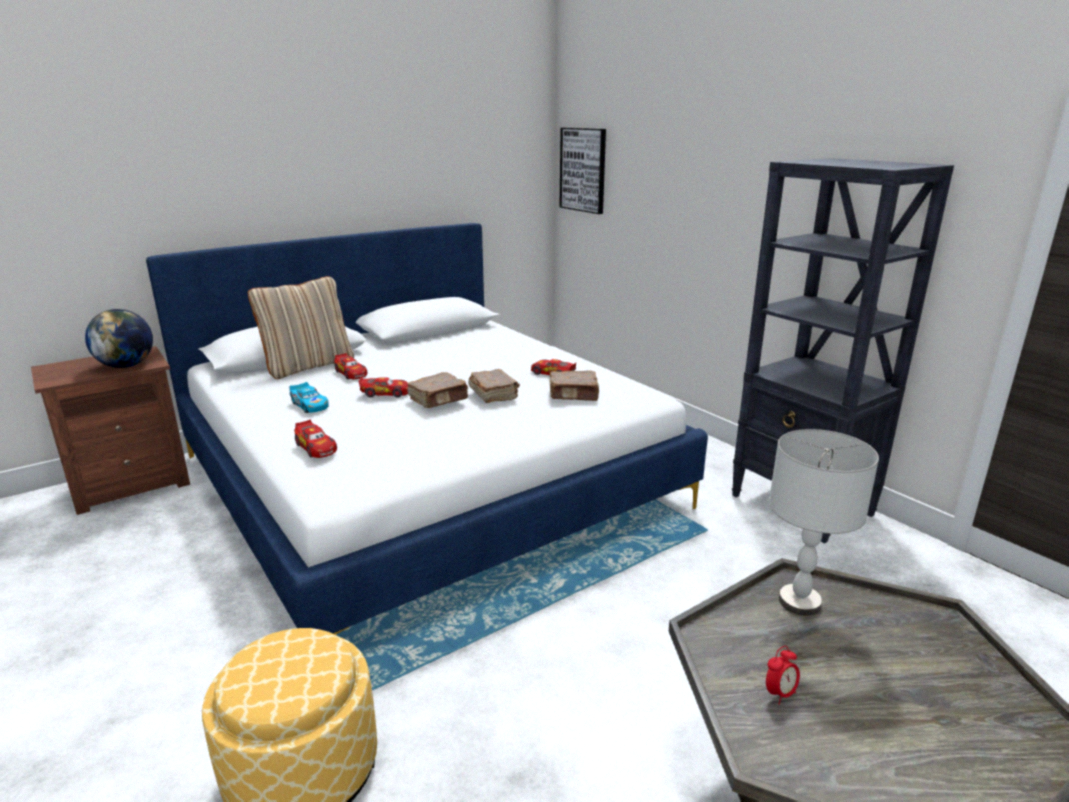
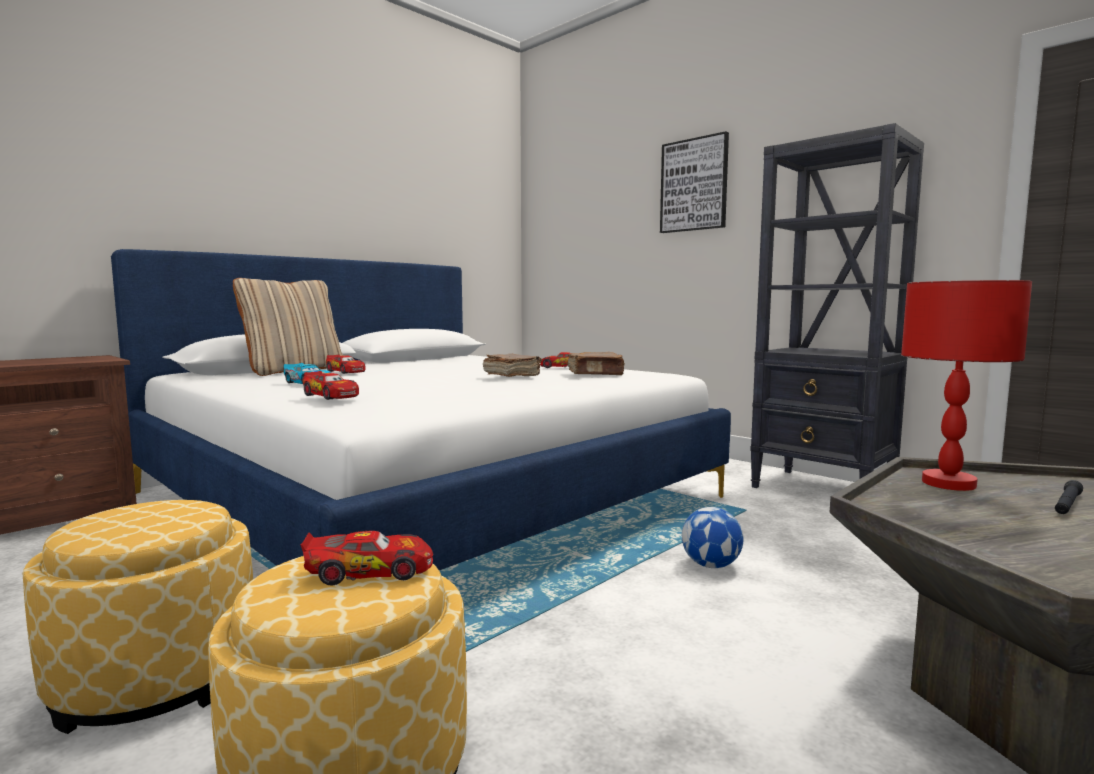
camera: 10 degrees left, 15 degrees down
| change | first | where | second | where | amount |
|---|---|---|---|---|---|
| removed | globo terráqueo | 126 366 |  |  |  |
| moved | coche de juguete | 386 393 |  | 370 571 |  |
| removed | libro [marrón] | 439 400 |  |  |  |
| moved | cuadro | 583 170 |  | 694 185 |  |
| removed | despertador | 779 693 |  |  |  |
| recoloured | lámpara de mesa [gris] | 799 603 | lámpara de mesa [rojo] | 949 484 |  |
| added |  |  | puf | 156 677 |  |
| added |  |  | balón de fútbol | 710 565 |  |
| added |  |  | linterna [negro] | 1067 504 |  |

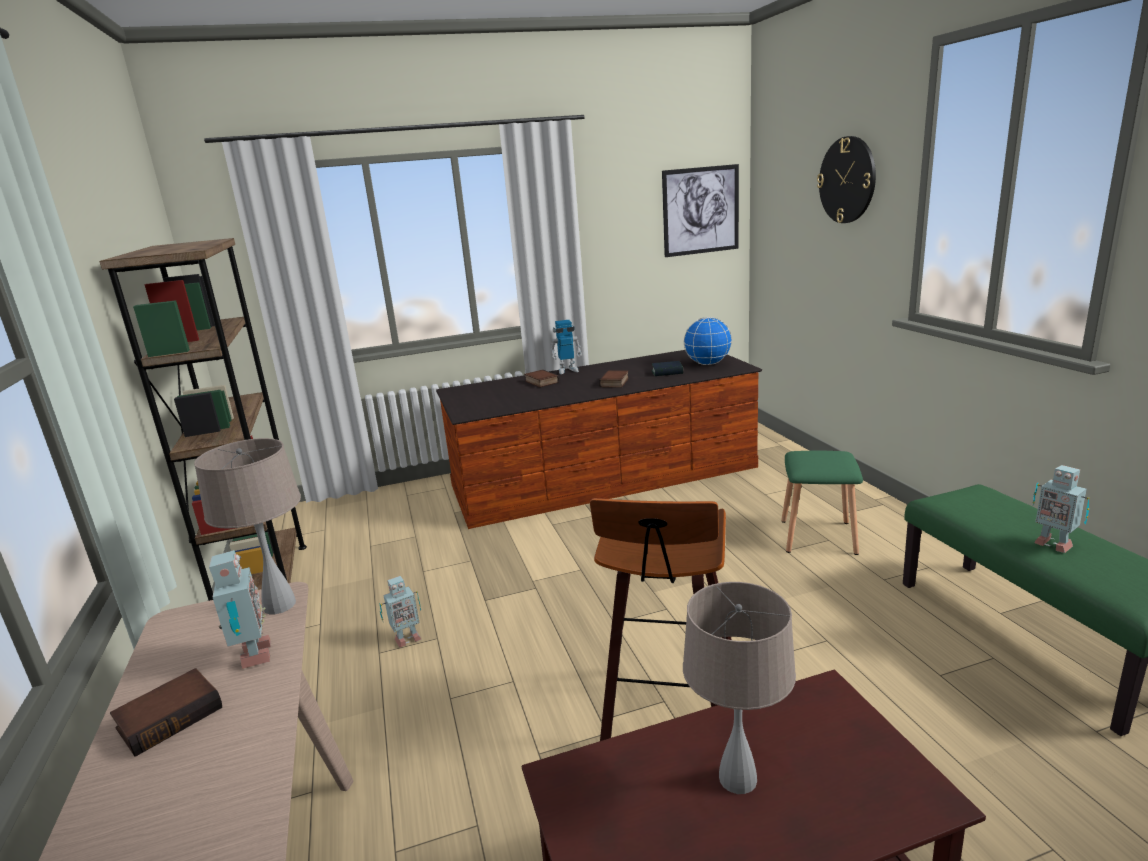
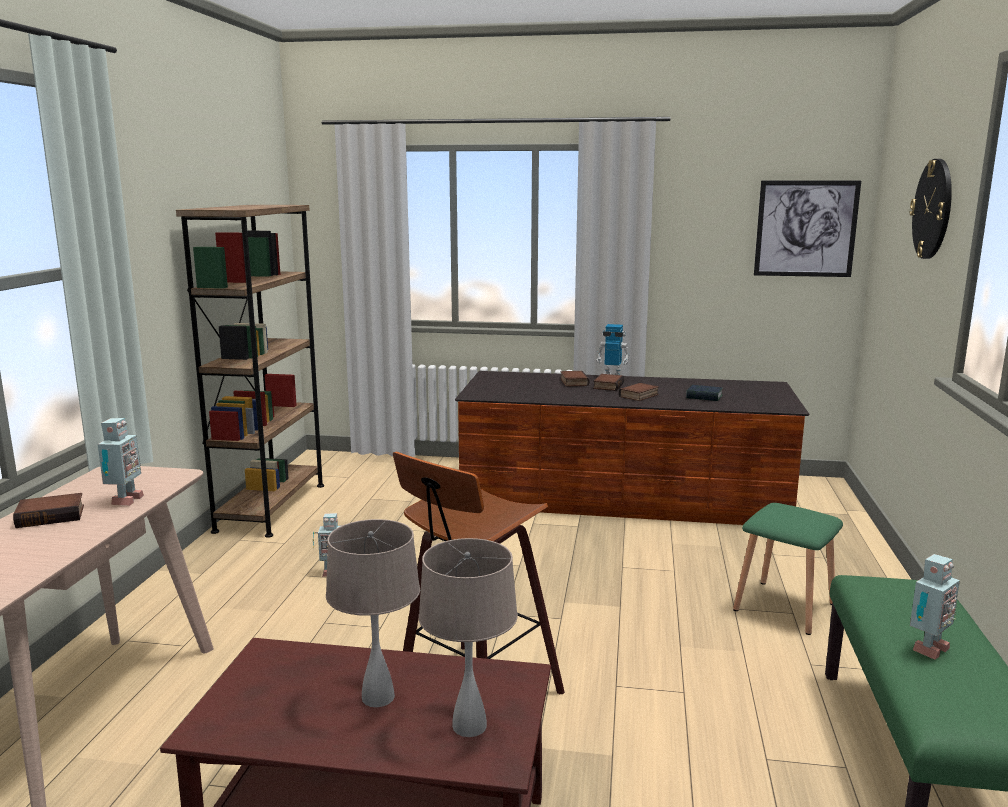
camera: 25 degrees right, 5 degrees down
| change | first | where | second | where | amount |
|---|---|---|---|---|---|
| moved | lámpara de mesa [beis] | 280 605 |  | 470 726 |  |
| removed | globo terráqueo | 707 364 |  |  |  |
| turned | robot de juguete | 1053 543 |  | 926 649 | 120 degrees counterclockwise |
| added |  |  | libro | 607 386 |  |

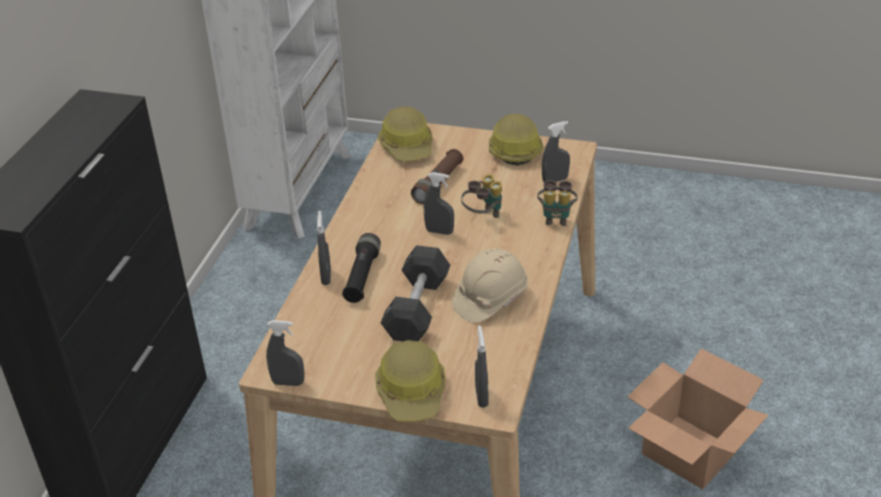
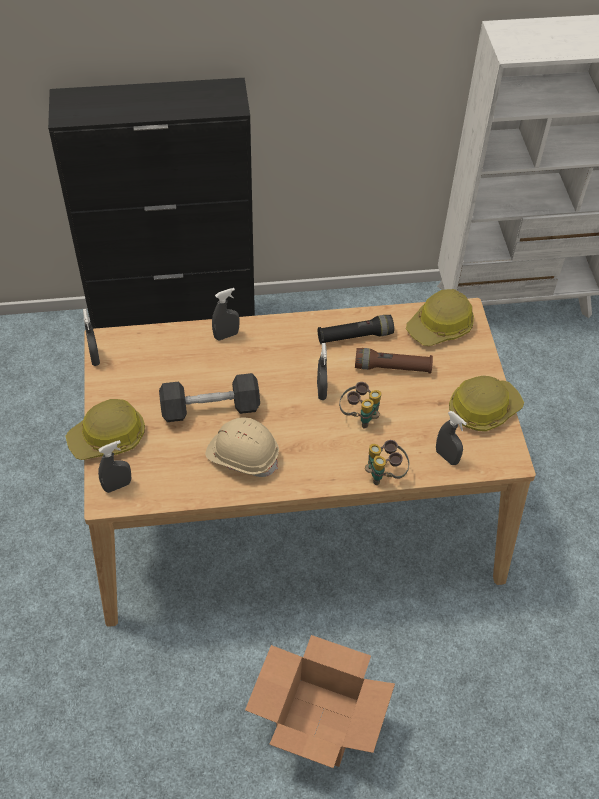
camera: 65 degrees right, 15 degrees up
| change | first | where | second | where | amount |
|---|---|---|---|---|---|
| moved | linterna [negro] | 362 276 |  | 355 336 |  |

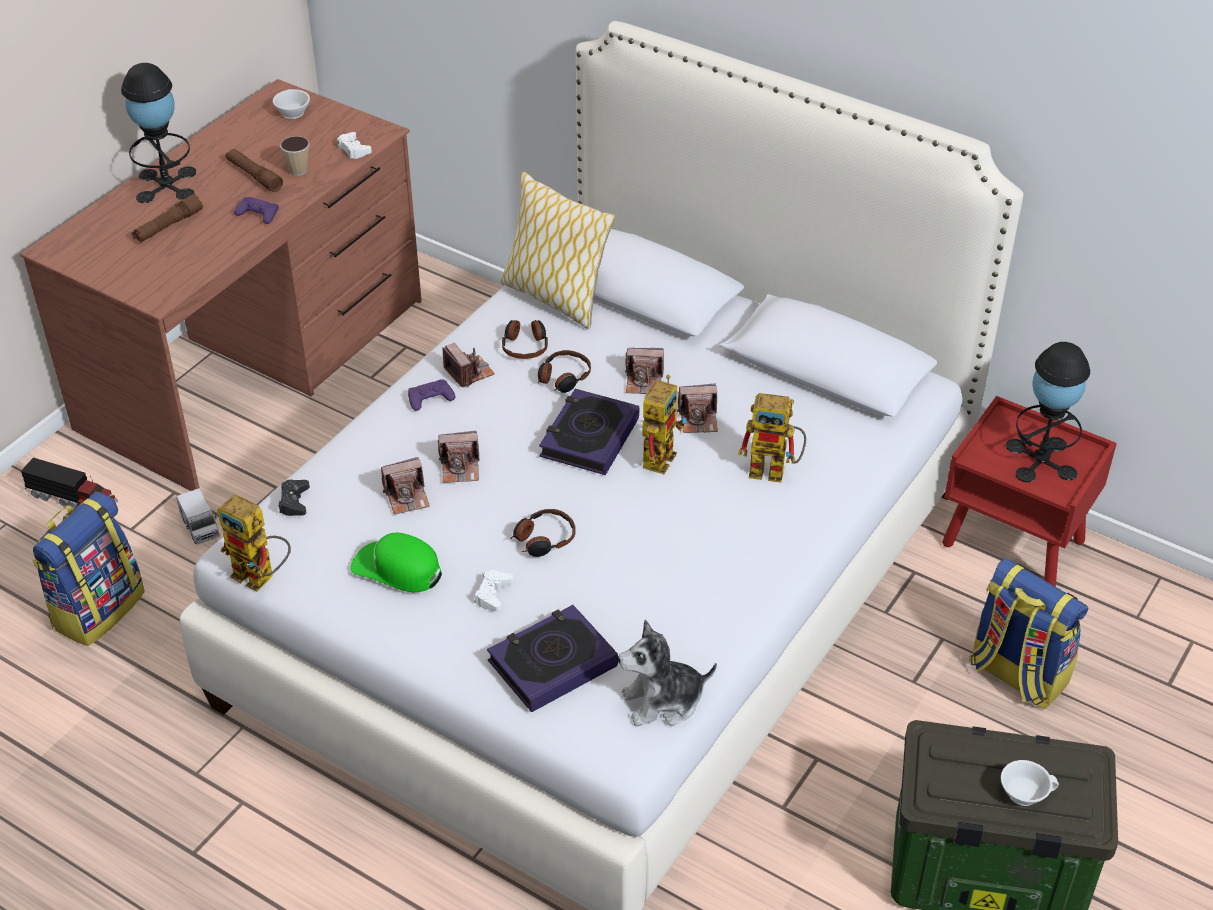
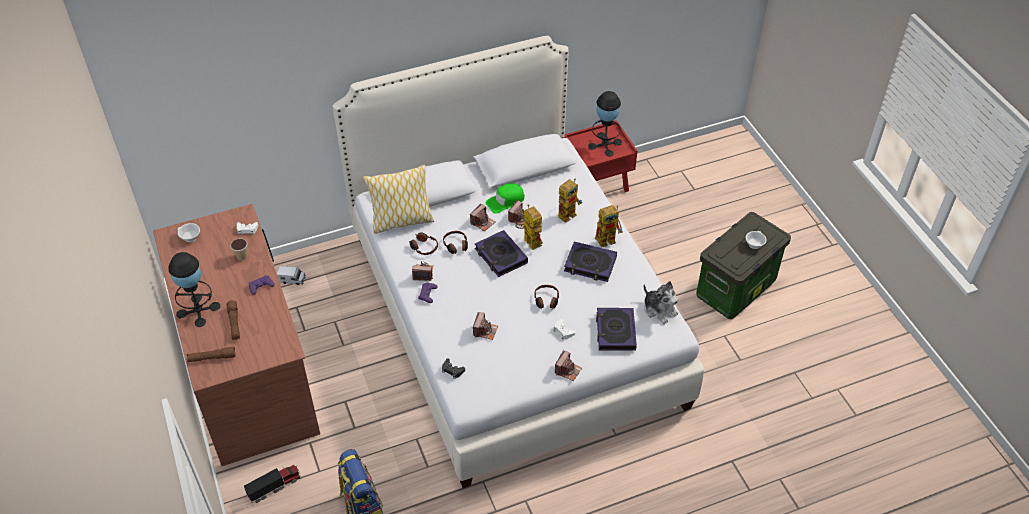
camera: 55 degrees left, 5 degrees up
| change | first | where | second | where | amount |
|---|---|---|---|---|---|
| moved | camión de juguete | 200 526 |  | 292 279 |  |
| moved | robot de juguete | 261 577 |  | 609 239 |  |
| moved | linterna [marrón] | 254 176 |  | 212 358 |  |
| moved | gorra [verde] | 397 569 |  | 505 201 |  |
| moved | cámara | 460 468 |  | 567 370 |  |
| turned | peluche | 663 702 |  | 659 310 | 60 degrees counterclockwise |
| removed | mochila | 1016 674 |  |  |  |
| added |  |  | libro | 590 264 |  |

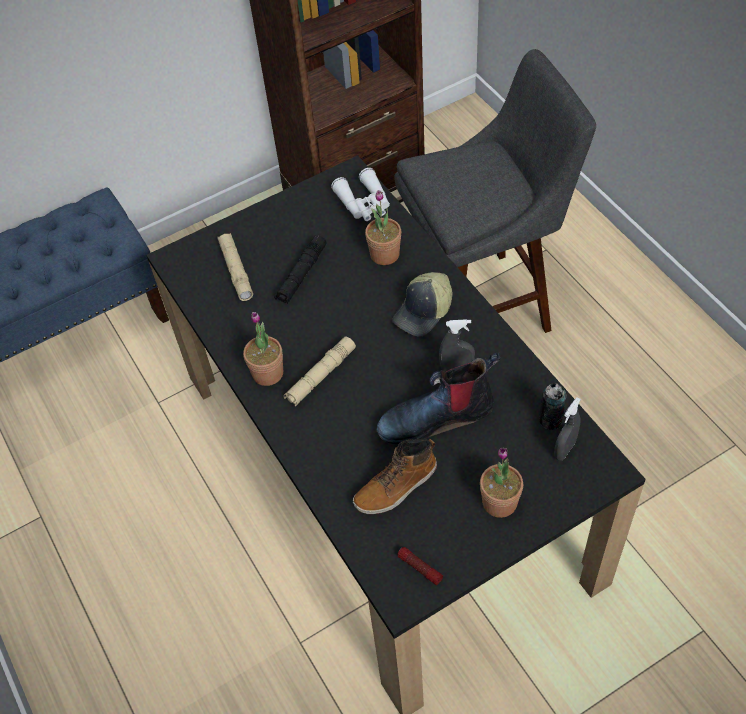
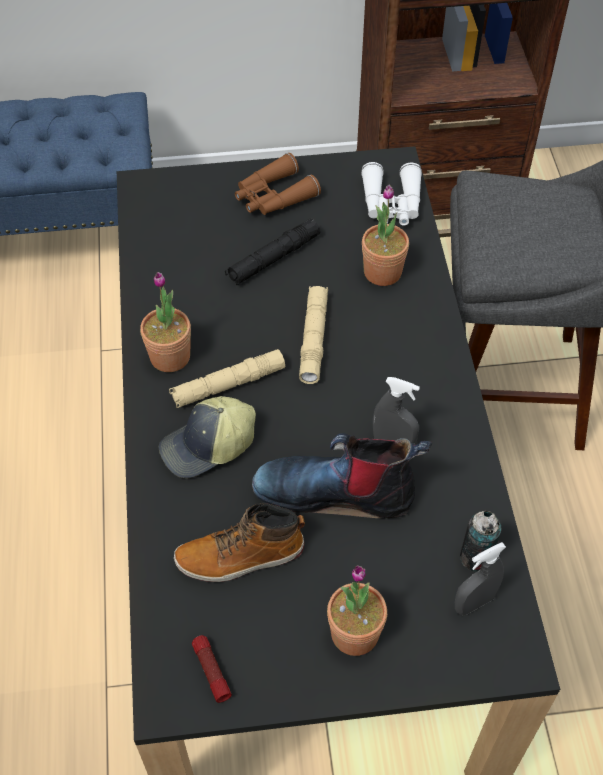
camera: 20 degrees right, 0 degrees up
| change | first | where | second | where | amount |
|---|---|---|---|---|---|
| moved | linterna [beis] | 236 270 |  | 313 339 |  |
| moved | gorra | 424 312 |  | 208 447 |  |
| added |  |  | prismáticos [marrón] | 273 196 |  |

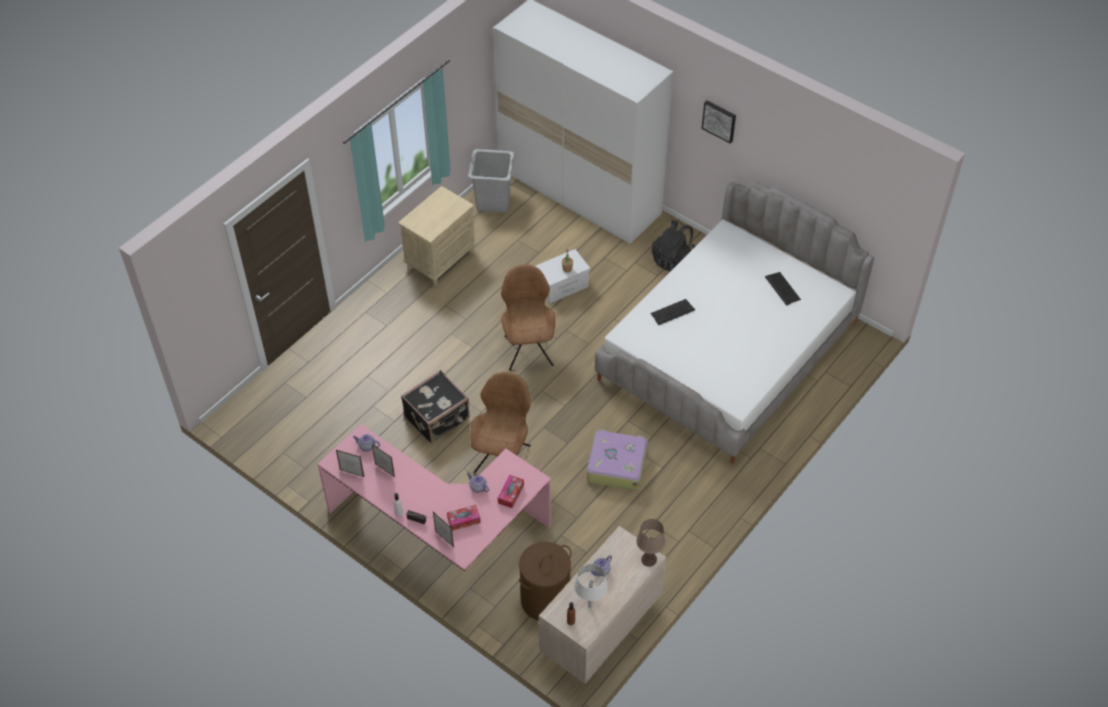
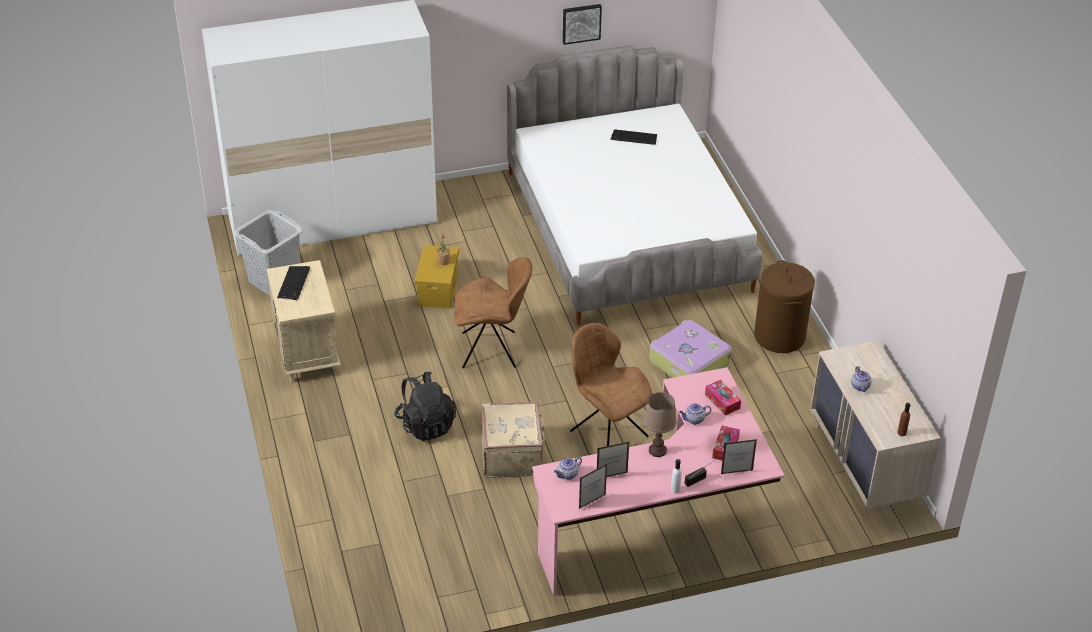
camera: 55 degrees left, 10 degrees down
| change | first | where | second | where | amount |
|---|---|---|---|---|---|
| recoloured | maleta [negro] | 438 418 | maleta [beis] | 513 454 |  |
| turned | silla [marrón] | 528 349 |  | 491 350 | 150 degrees clockwise |
| moved | cesto de la ropa [marrón] | 545 600 |  | 780 336 |  |
| recoloured | caja de almacenaje [blanco] | 562 286 | caja de almacenaje [amarillo] | 438 290 |  |
| removed | lámpara de mesa [blanco] | 590 606 |  |  |  |
| moved | lámpara de mesa [marrón] | 649 559 |  | 657 450 |  |
| moved | mochila [negro] | 673 259 |  | 426 424 |  |
| moved | teclado | 672 312 |  | 294 283 |  |
| moved | cuadro | 719 120 |  | 581 23 |  |

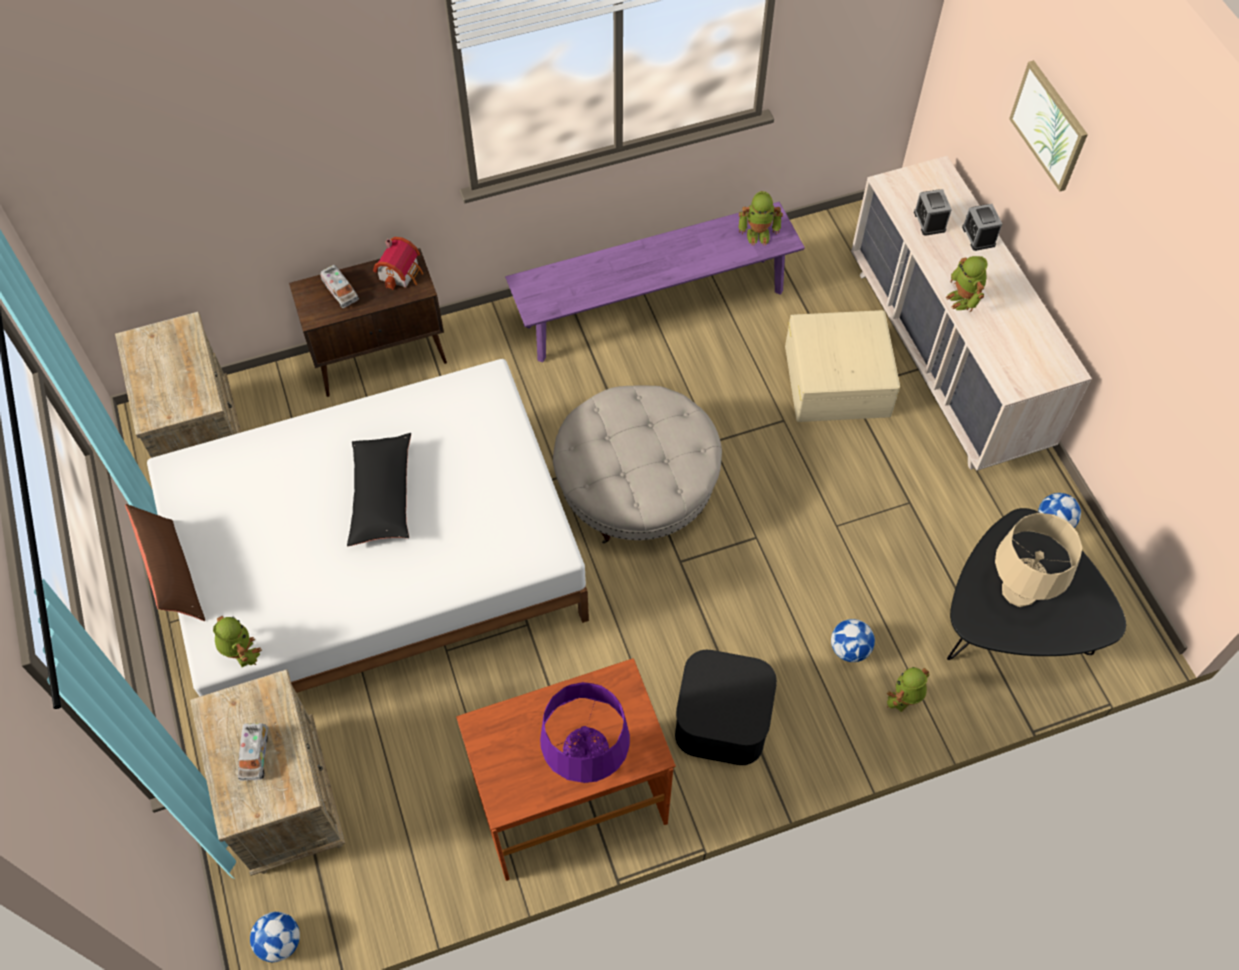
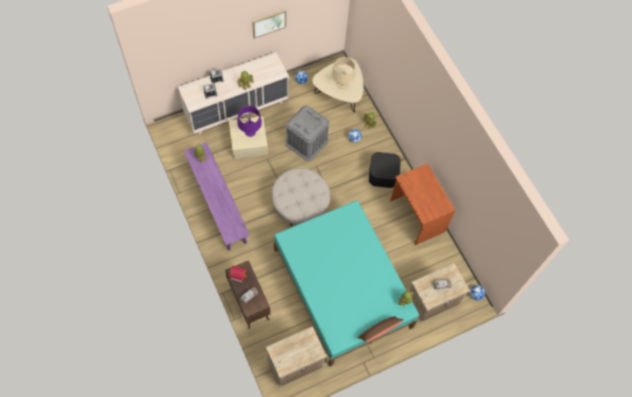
camera: 100 degrees left, 5 degrees up
| change | first | where | second | where | amount |
|---|---|---|---|---|---|
| recoloured | cama [blanco] | 378 566 | cama [turquesa] | 342 288 |  |
| removed | cojín [negro] | 382 496 |  |  |  |
| moved | lámpara de mesa [morado] | 586 762 |  | 250 132 |  |
| recoloured | mesa de centro [negro] | 1013 624 | mesa de centro [beis] | 339 94 |  |
| moved | cuadro | 1049 125 |  | 269 23 |  |
| added |  |  | caja de almacenaje [gris] | 306 141 |  |

